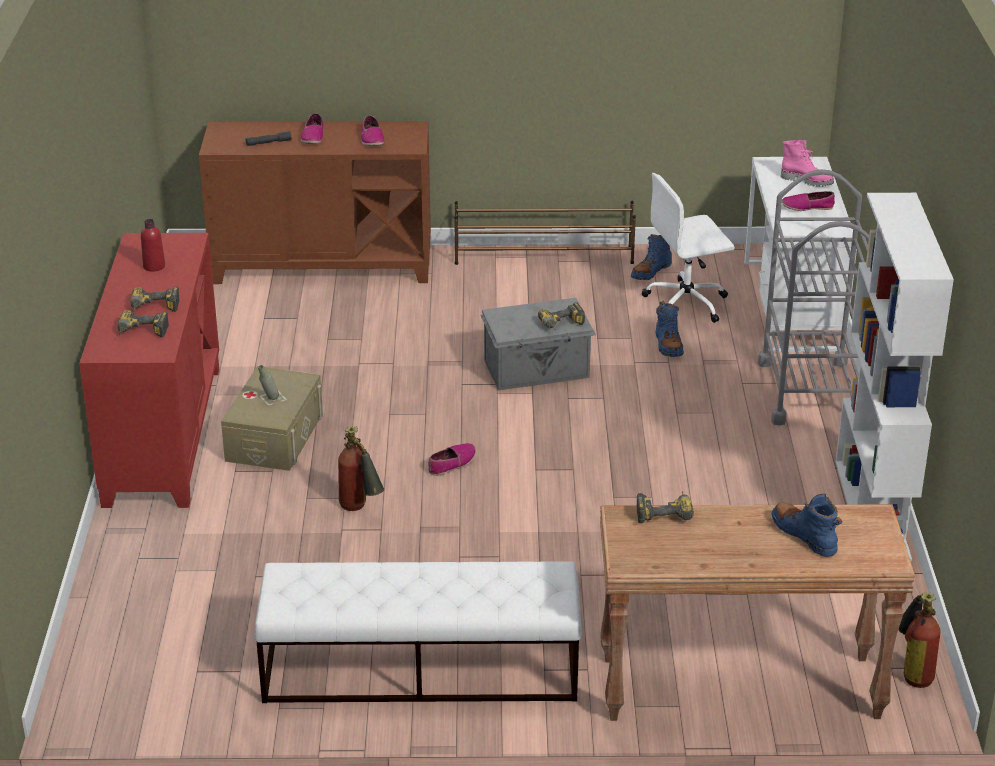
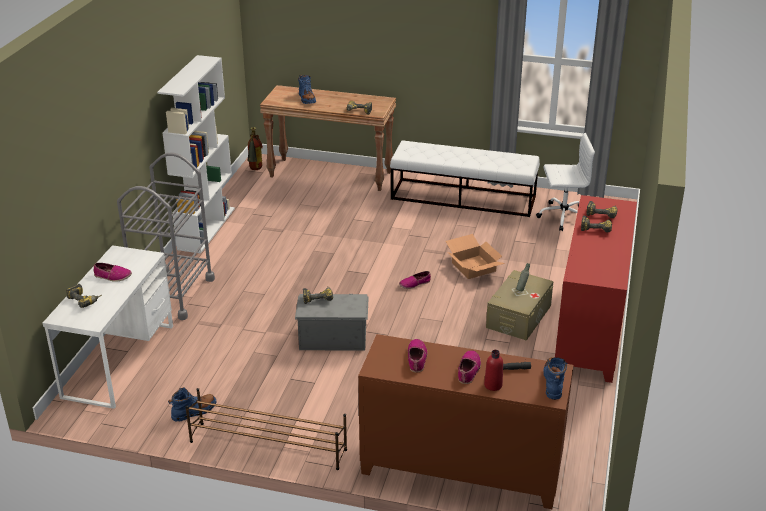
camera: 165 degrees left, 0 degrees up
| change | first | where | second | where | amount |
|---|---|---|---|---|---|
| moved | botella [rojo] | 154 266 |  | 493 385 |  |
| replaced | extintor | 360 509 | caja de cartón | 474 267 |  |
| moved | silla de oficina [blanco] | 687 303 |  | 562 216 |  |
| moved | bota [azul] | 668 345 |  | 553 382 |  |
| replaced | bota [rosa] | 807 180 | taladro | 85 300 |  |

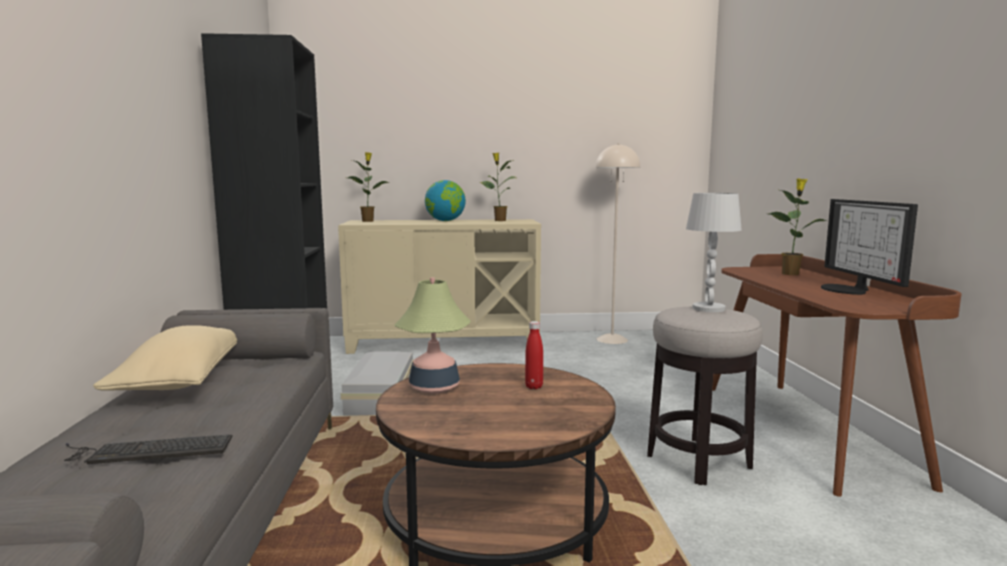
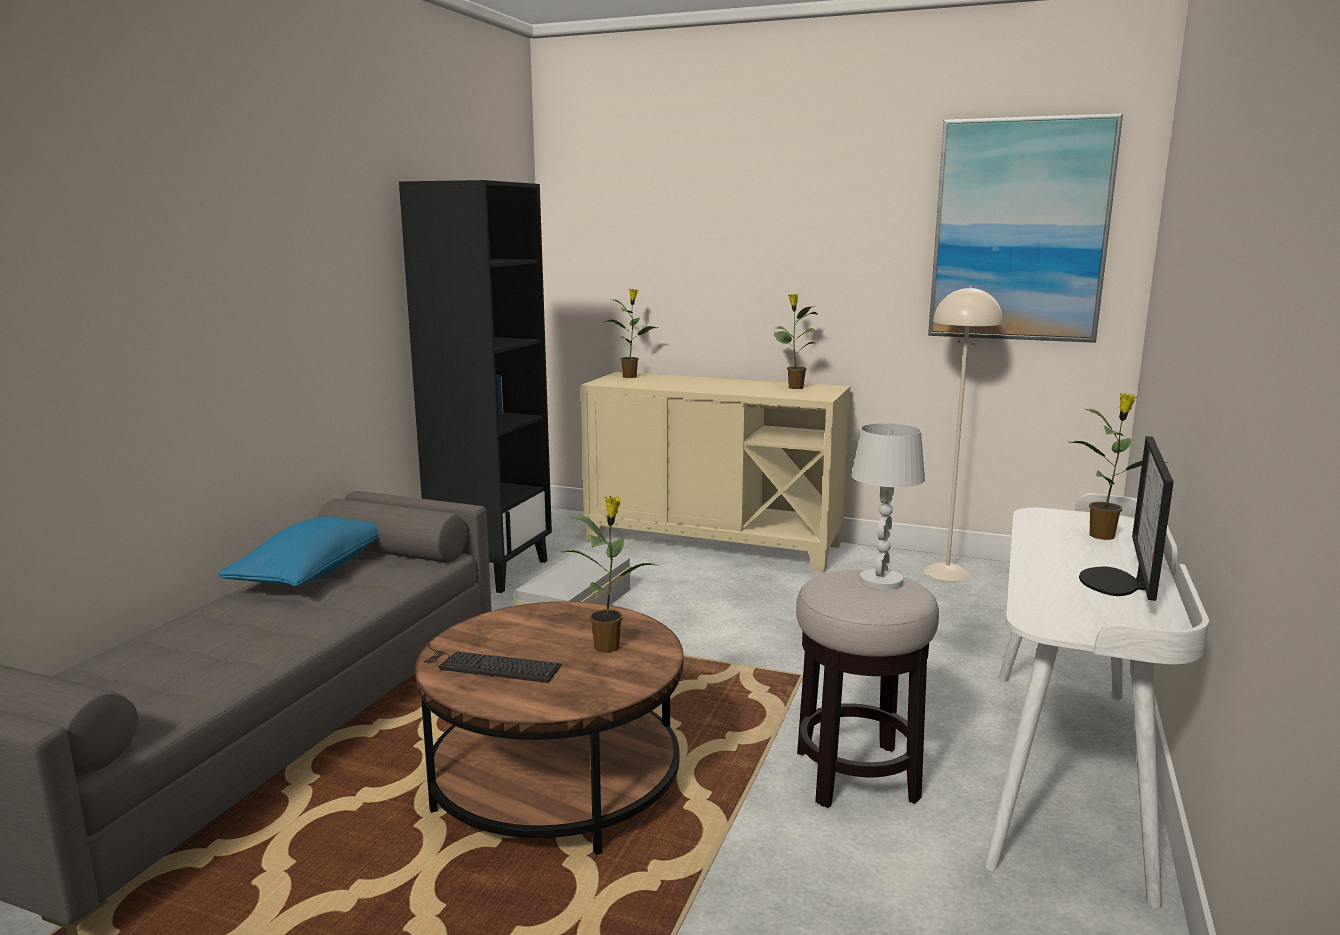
camera: 25 degrees right, 5 degrees up
| change | first | where | second | where | amount |
|---|---|---|---|---|---|
| moved | teclado | 146 450 |  | 487 665 |  |
| recoloured | cojín [beis] | 181 381 | cojín [azul] | 312 573 |  |
| removed | lámpara de mesa | 434 387 |  |  |  |
| removed | globo terráqueo | 445 221 |  |  |  |
| replaced | botella [rojo] | 534 386 | planta en maceta | 608 646 |  |
| recoloured | escritorio [marrón] | 805 430 | escritorio [blanco] | 1068 770 |  |
| added |  |  | cuadro | 1019 231 |  |

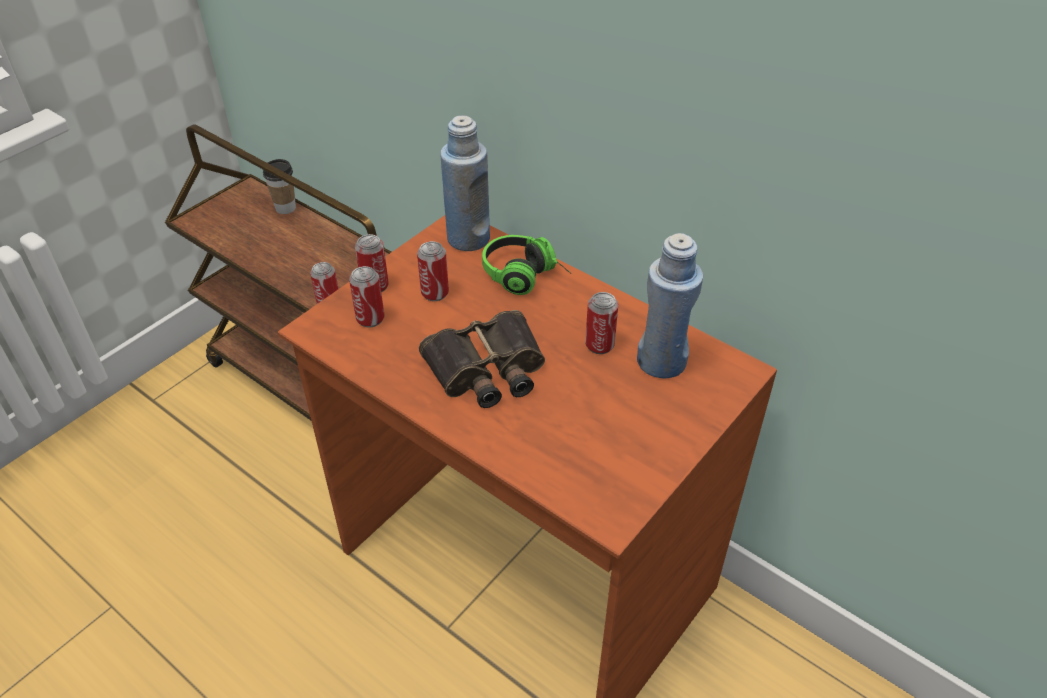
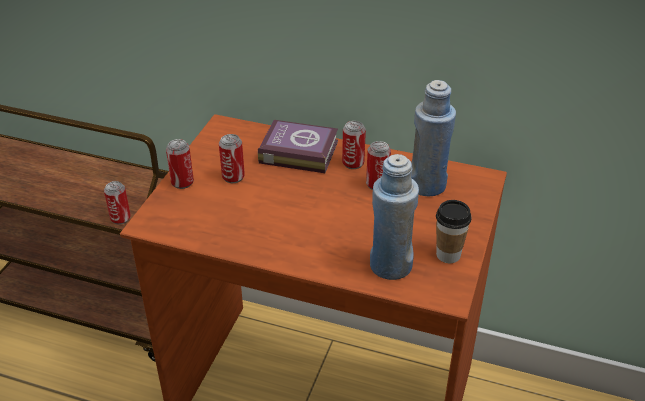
camera: 20 degrees left, 5 degrees down
| change | first | where | second | where | amount |
|---|---|---|---|---|---|
| moved | taza | 285 208 |  | 448 255 |  |
| moved | lata | 370 319 |  | 353 163 |  |
| removed | prismáticos | 487 370 |  |  |  |
| moved | botella [azul] | 468 238 |  | 390 265 |  |
| replaced | auriculares | 526 277 | libro | 297 151 |  |

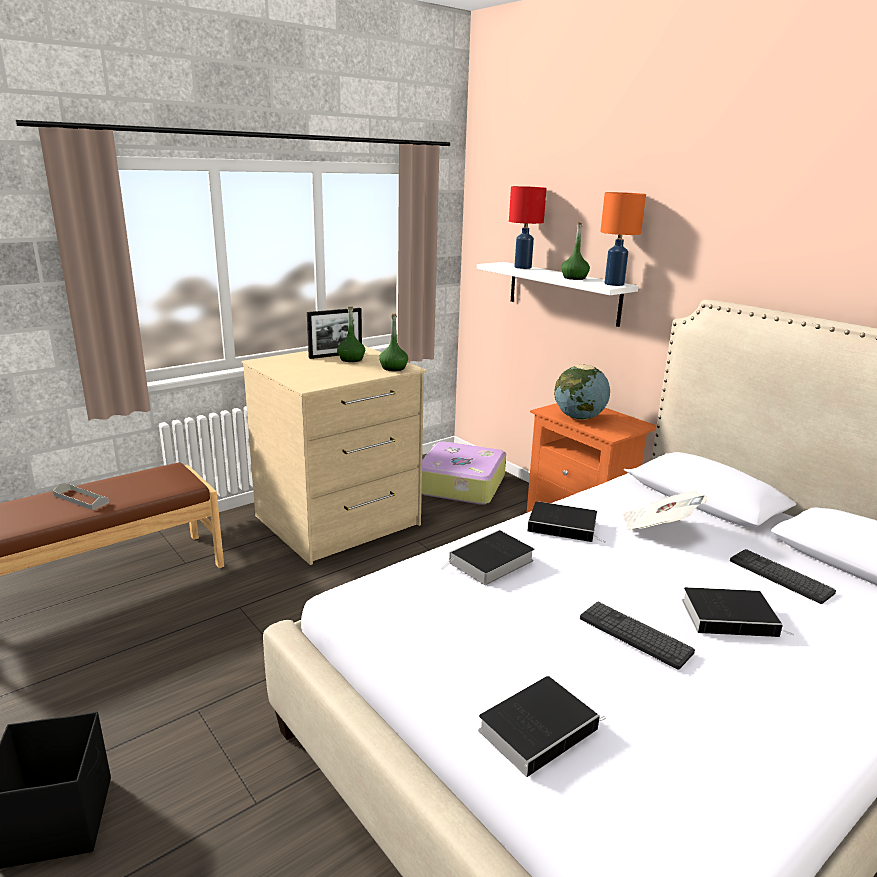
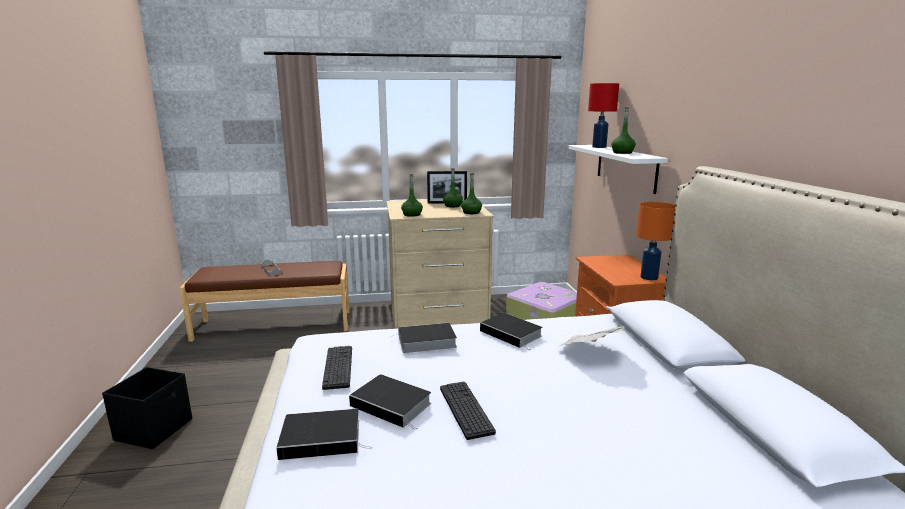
camera: 30 degrees right, 5 degrees down
| change | first | where | second | where | amount |
|---|---|---|---|---|---|
| removed | globo terráqueo | 579 417 |  |  |  |
| moved | lámpara de mesa [naranja] | 614 284 |  | 648 277 |  |
| moved | libro | 731 617 |  | 393 405 |  |
| moved | teclado | 780 576 |  | 338 367 |  |
| added |  |  | botella [verde] | 412 215 |  |

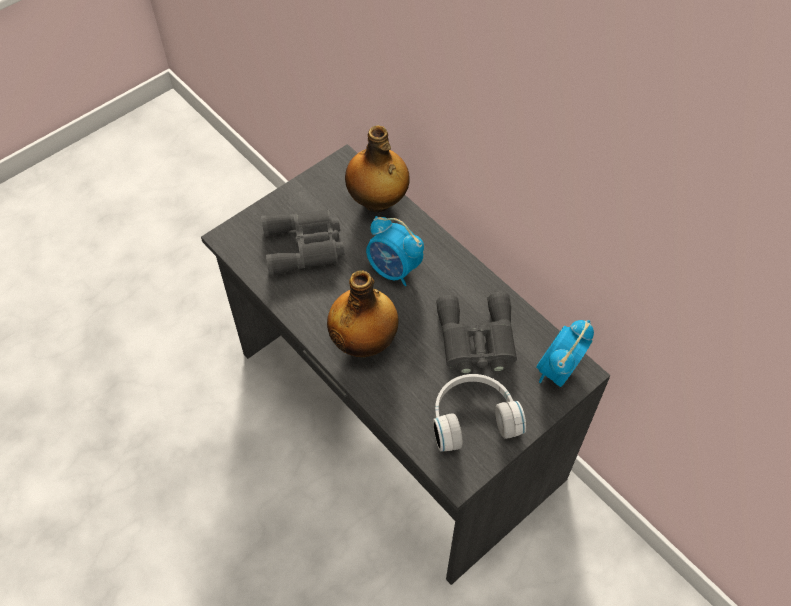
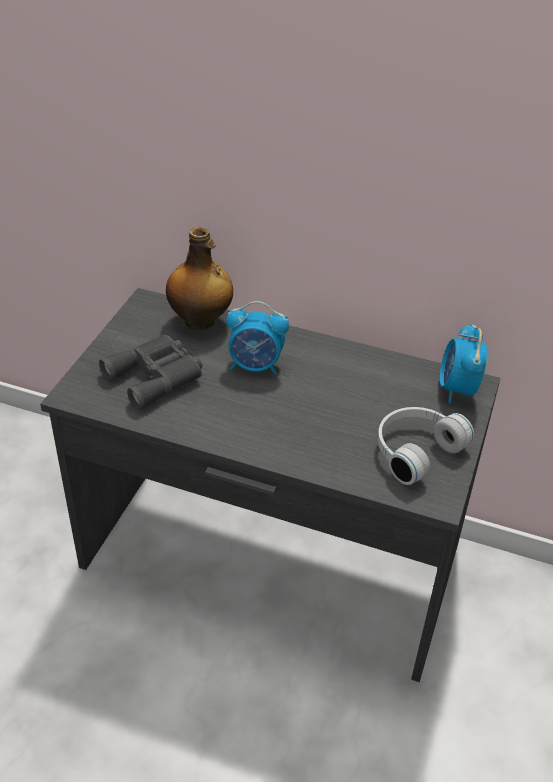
camera: 30 degrees left, 15 degrees down
| change | first | where | second | where | amount |
|---|---|---|---|---|---|
| removed | botella | 364 342 |  |  |  |
| removed | prismáticos [gris] | 476 341 |  |  |  |

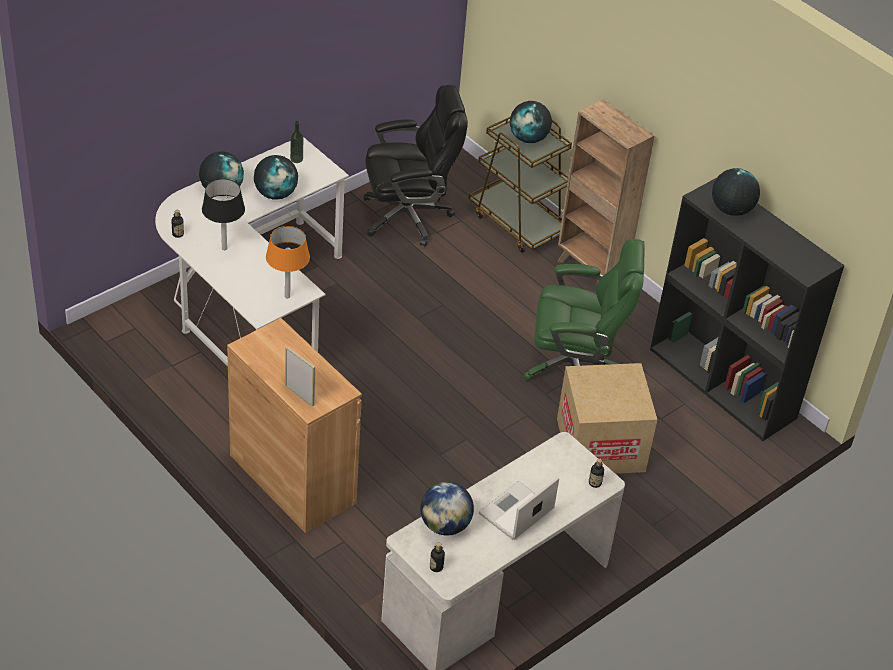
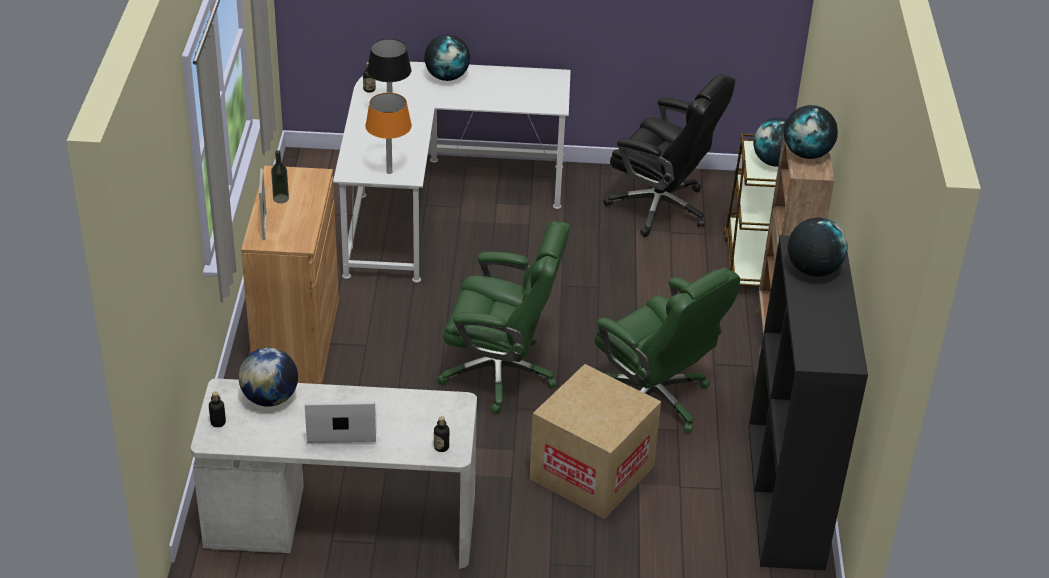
camera: 45 degrees right, 5 degrees down
| change | first | where | second | where | amount |
|---|---|---|---|---|---|
| moved | globo terráqueo | 276 194 |  | 807 154 |  |
| moved | botella | 296 159 |  | 281 198 |  |
| added |  |  | silla de oficina [verde] | 501 373 |  |

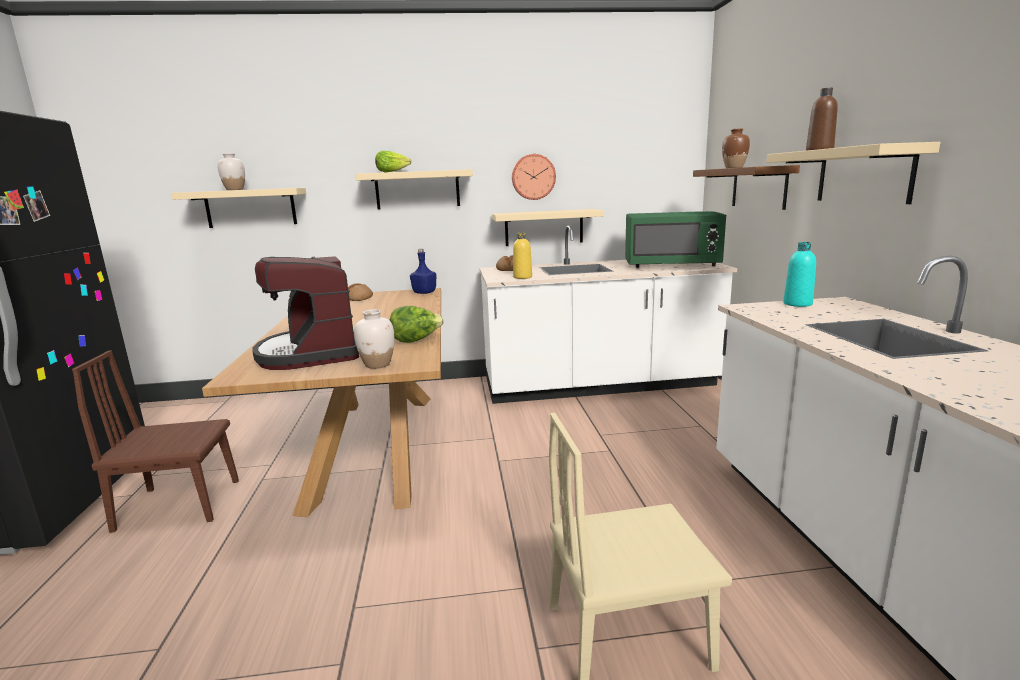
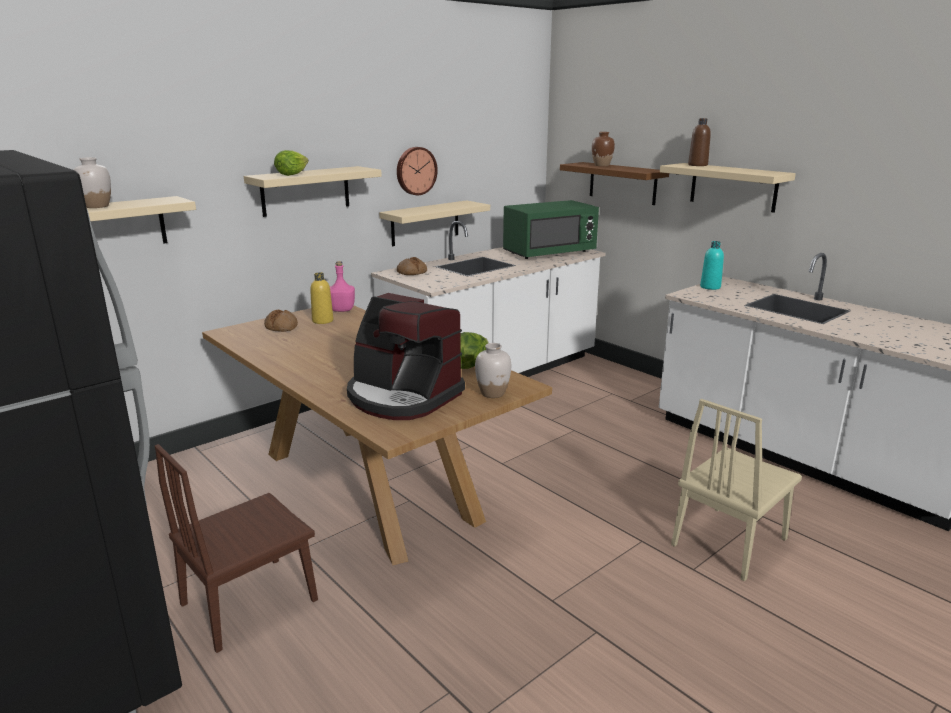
camera: 35 degrees left, 5 degrees up
| change | first | where | second | where | amount |
|---|---|---|---|---|---|
| recoloured | botella [azul] | 424 293 | botella [rosa] | 341 310 |  |
| moved | botella [amarillo] | 522 277 |  | 322 321 |  |

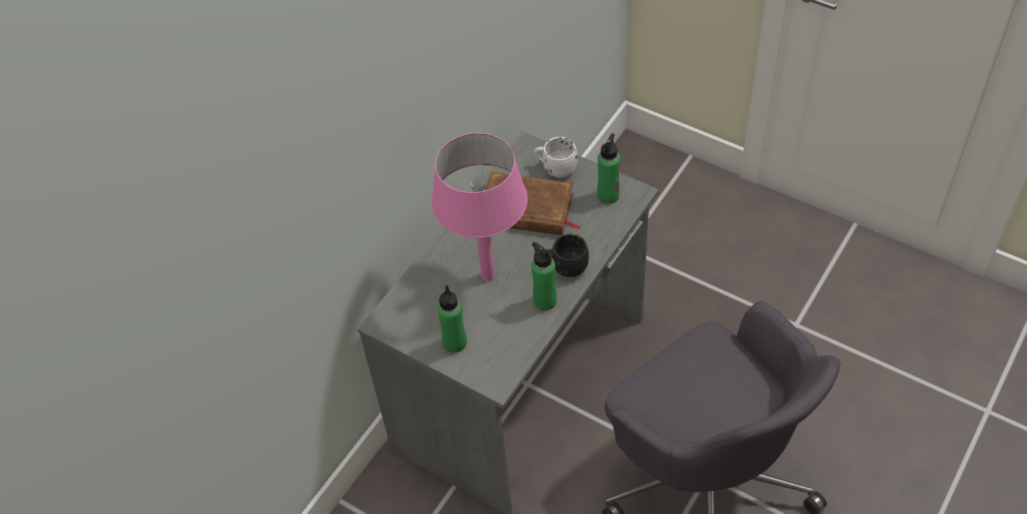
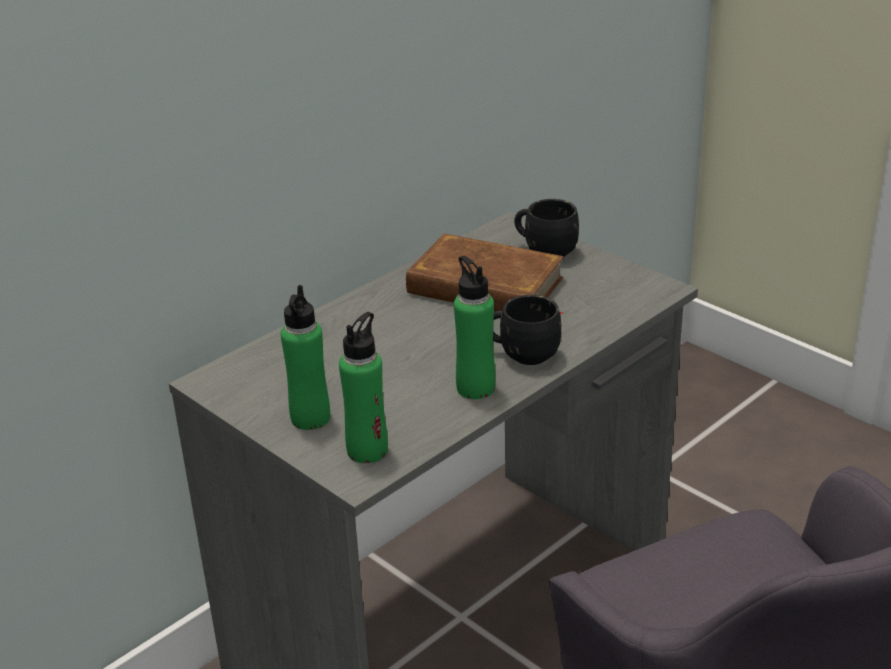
camera: 10 degrees right, 20 degrees down
| change | first | where | second | where | amount |
|---|---|---|---|---|---|
| removed | lámpara de mesa [rosa] | 487 276 |  |  |  |
| recoloured | taza grande [blanco] | 555 168 | taza grande [negro] | 544 250 |  |
| moved | botella [verde] | 608 195 |  | 367 450 |  |

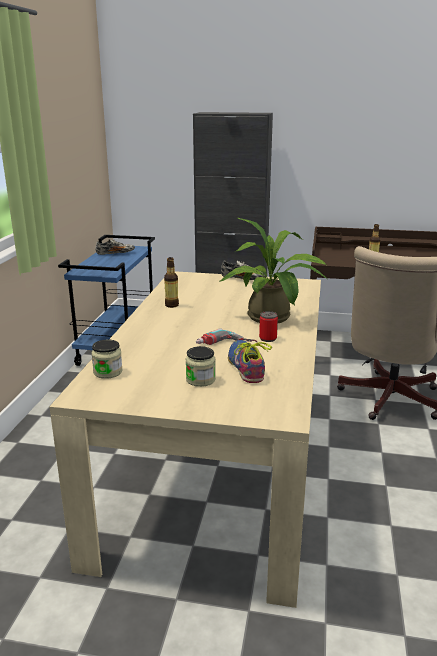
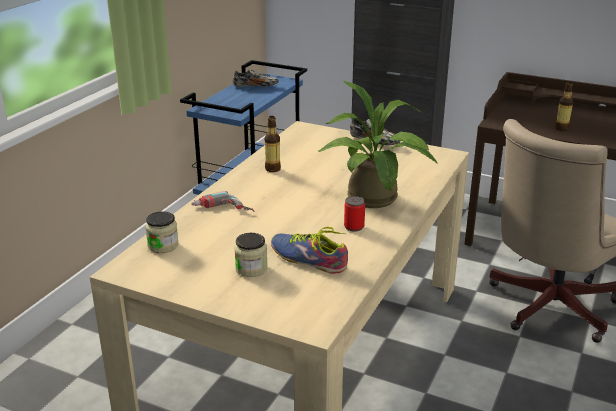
camera: 15 degrees right, 5 degrees up
| change | first | where | second | where | amount |
|---|---|---|---|---|---|
| moved | taladro | 225 345 |  | 222 210 |  |
| turned | zapato | 246 366 |  | 308 259 | 60 degrees counterclockwise |

